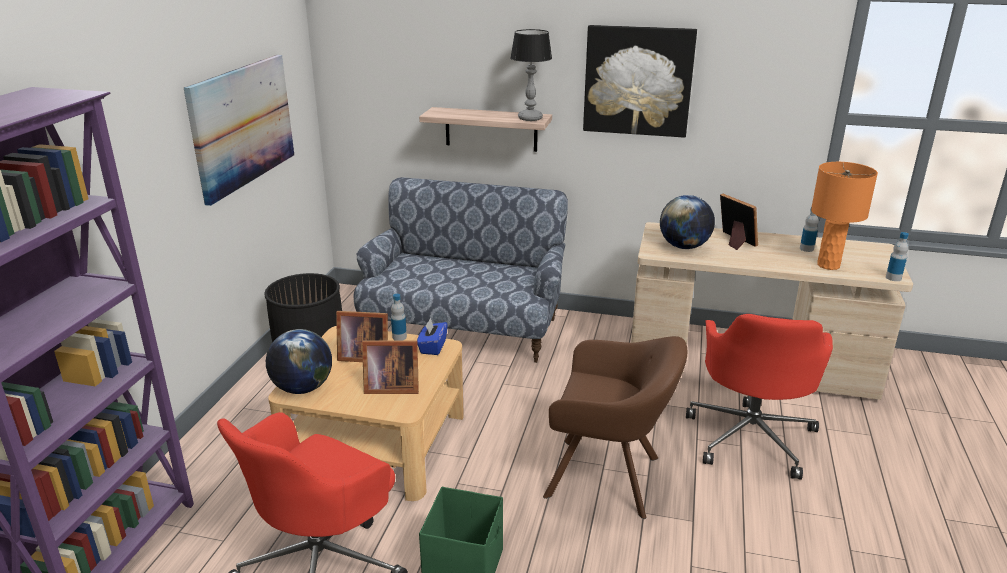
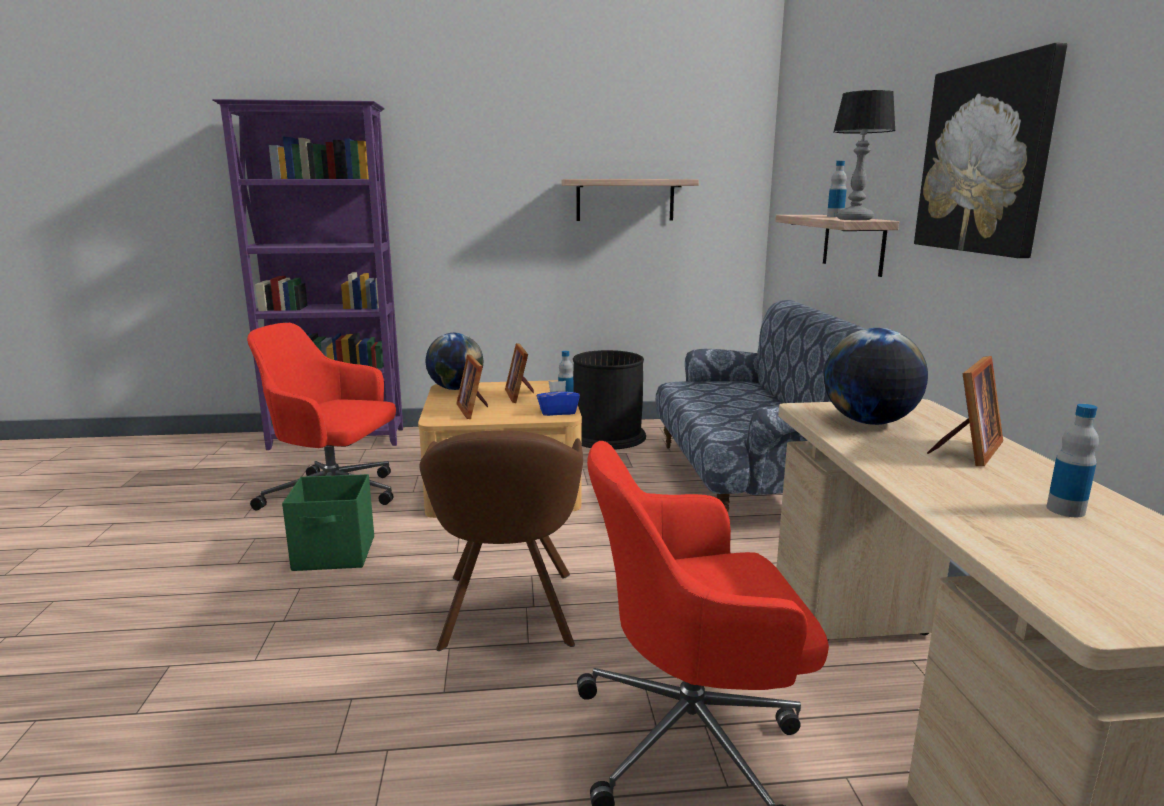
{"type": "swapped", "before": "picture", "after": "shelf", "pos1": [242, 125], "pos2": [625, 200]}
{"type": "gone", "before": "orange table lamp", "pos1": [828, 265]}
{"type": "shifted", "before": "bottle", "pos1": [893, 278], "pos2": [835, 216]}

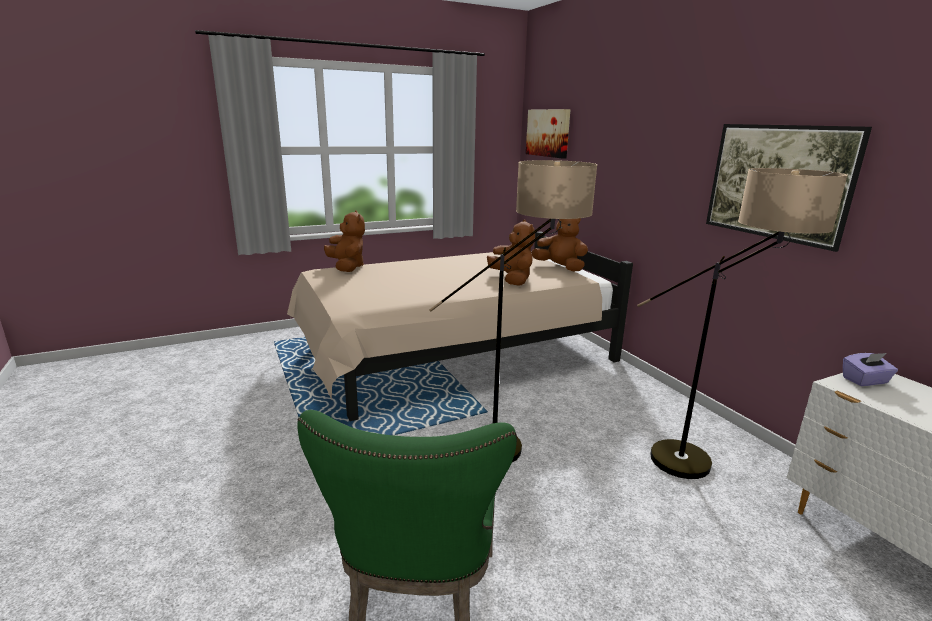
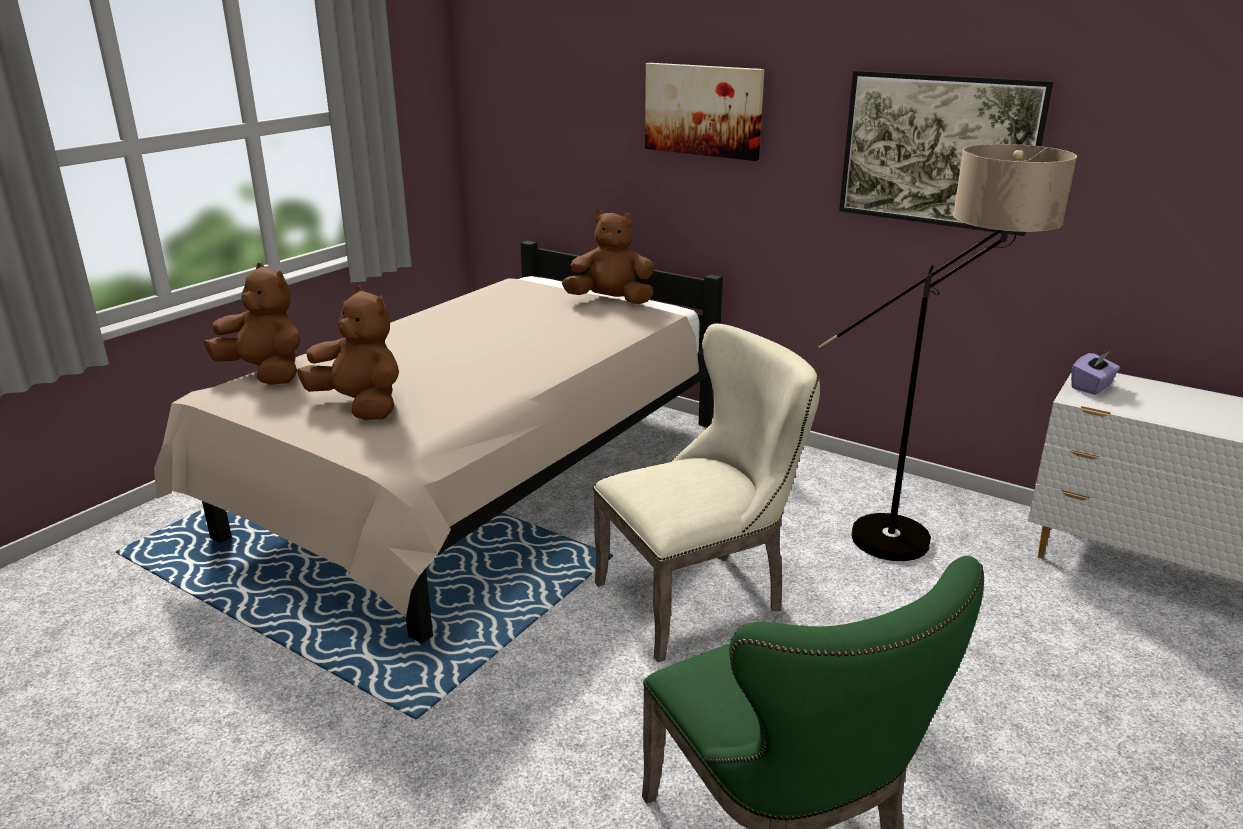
{"type": "swapped", "before": "floor lamp", "after": "beige chair", "pos1": [516, 450], "pos2": [700, 596]}
{"type": "shifted", "before": "brown plush toy", "pos1": [512, 280], "pos2": [360, 406]}
{"type": "shifted", "before": "picture", "pos1": [548, 133], "pos2": [703, 110]}

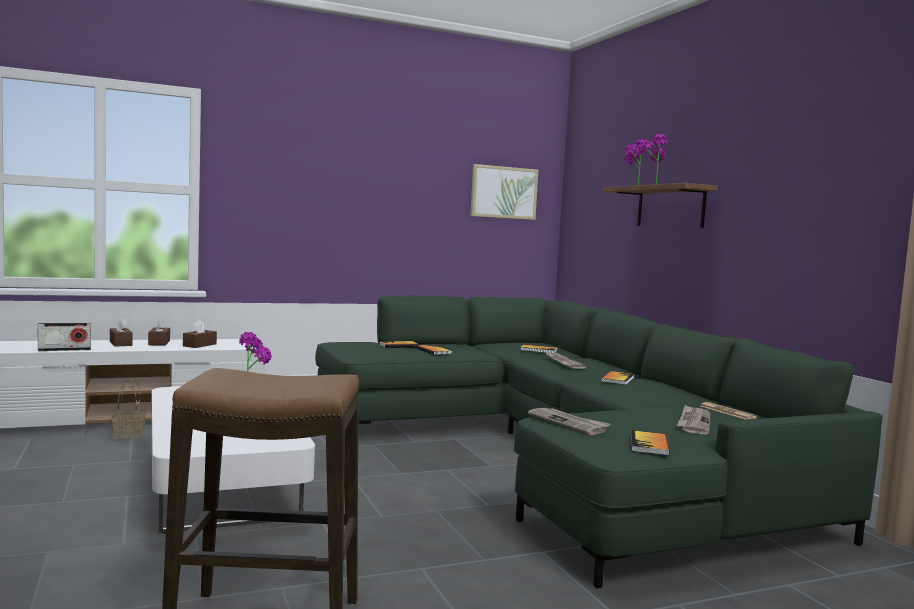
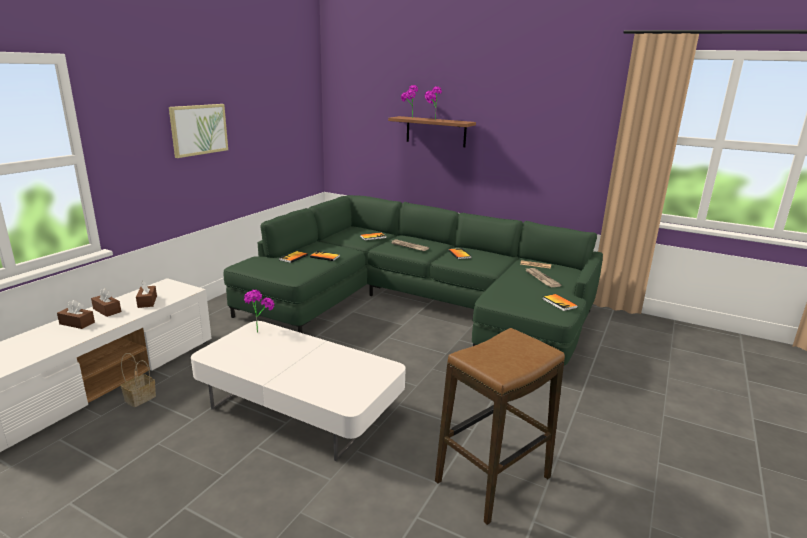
{"type": "gone", "before": "radio", "pos1": [64, 350]}
{"type": "shifted", "before": "picture", "pos1": [503, 192], "pos2": [199, 129]}
{"type": "gone", "before": "newspaper", "pos1": [569, 423]}

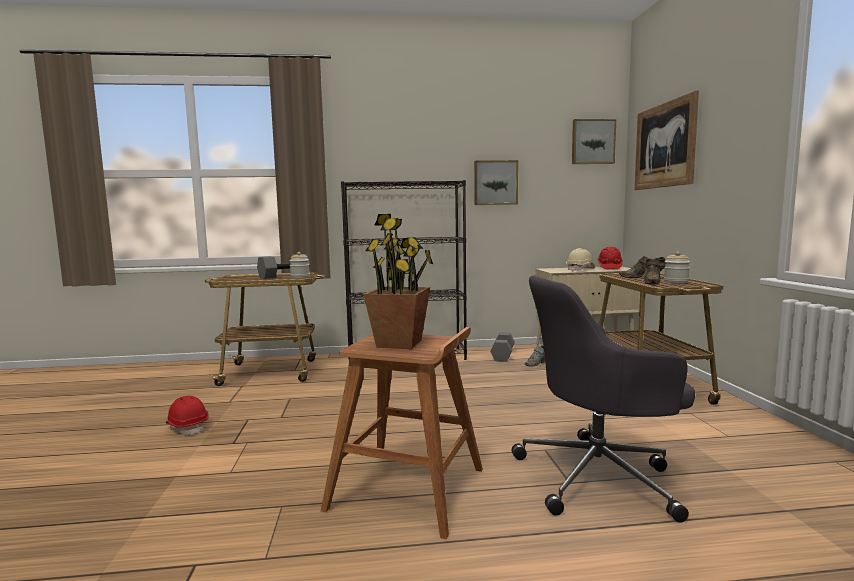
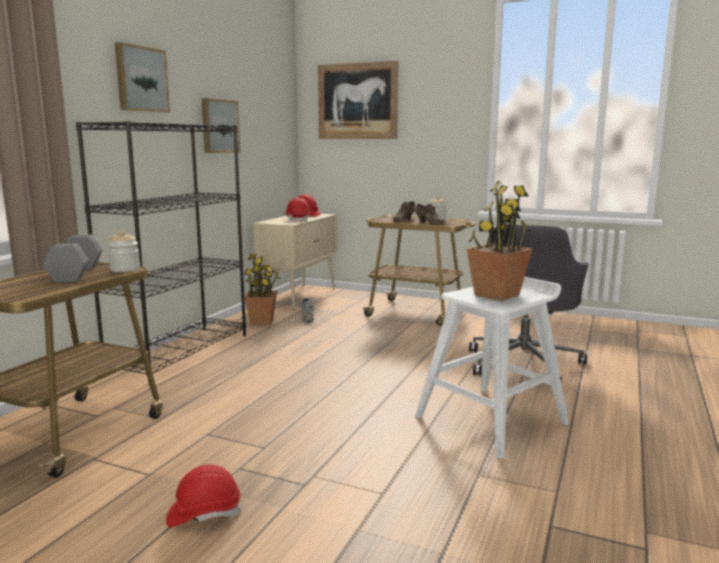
{"type": "repainted", "before": "brown stool", "after": "white stool", "pos1": [409, 489], "pos2": [492, 419]}
{"type": "swapped", "before": "grey dumbbell", "after": "potted plant", "pos1": [502, 355], "pos2": [262, 322]}
{"type": "repainted", "before": "beige hard hat", "after": "red hard hat", "pos1": [580, 270], "pos2": [298, 219]}
{"type": "shifted", "before": "picture", "pos1": [592, 142], "pos2": [140, 79]}

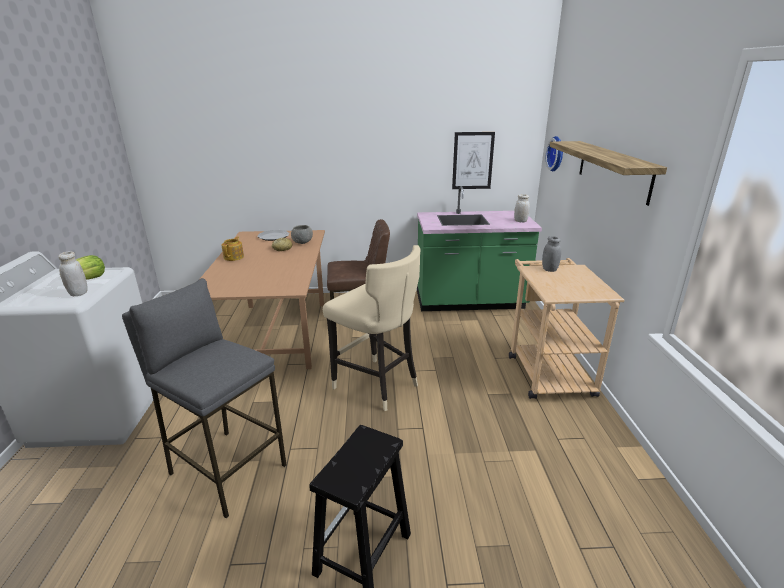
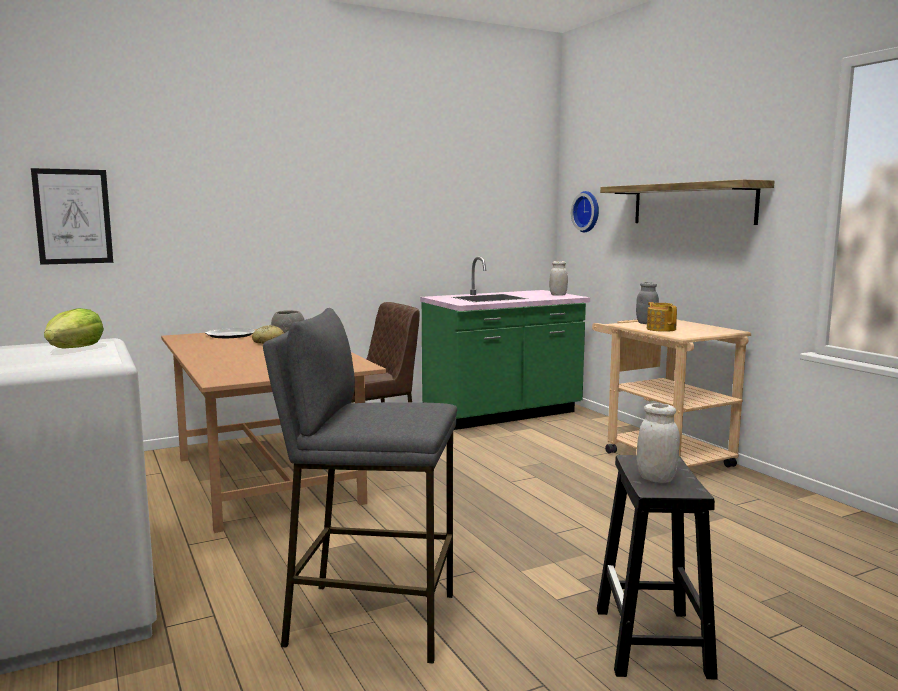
{"type": "shifted", "before": "white jar", "pos1": [78, 293], "pos2": [656, 479]}
{"type": "shifted", "before": "teapot", "pos1": [234, 257], "pos2": [661, 329]}
{"type": "gone", "before": "beige stool", "pos1": [377, 385]}
{"type": "shifted", "before": "picture", "pos1": [472, 161], "pos2": [73, 216]}

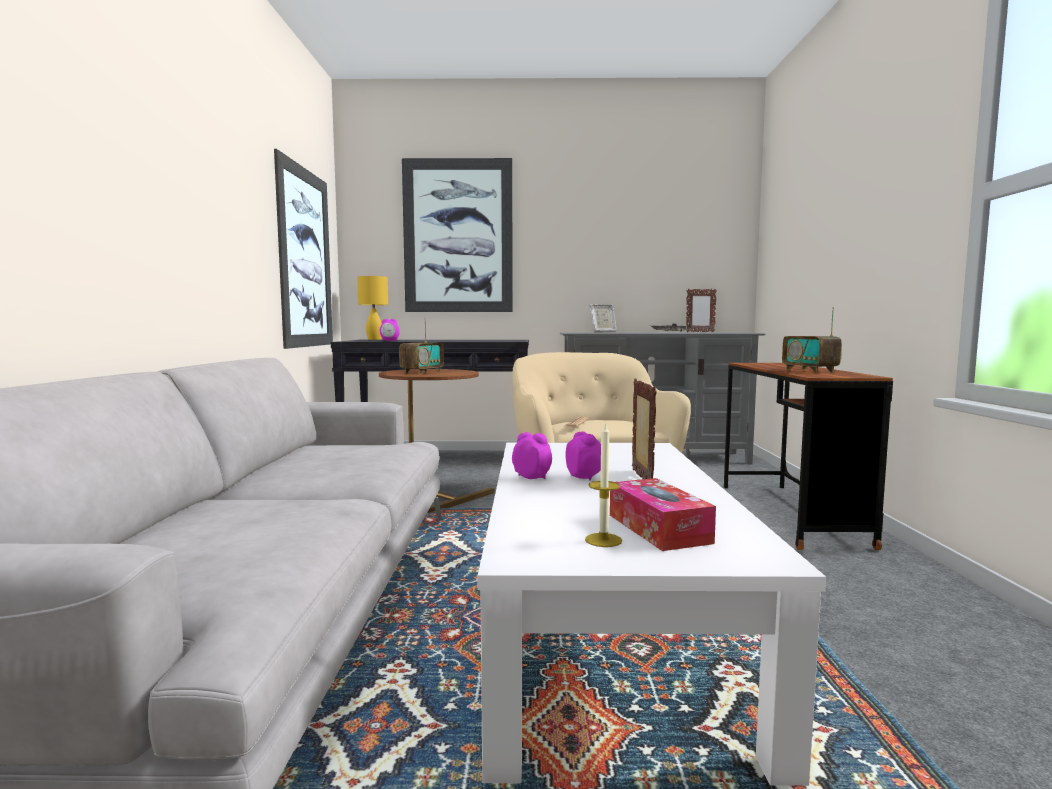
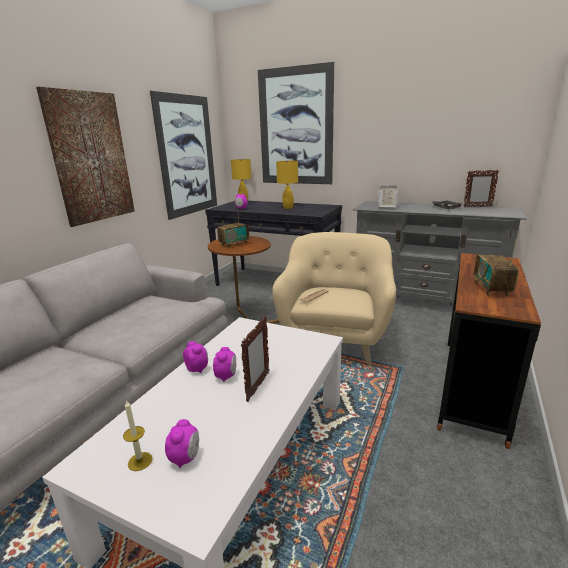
{"type": "swapped", "before": "tissue box", "after": "alarm clock", "pos1": [658, 528], "pos2": [185, 458]}
{"type": "new", "after": "picture", "pos2": [91, 158]}
{"type": "new", "after": "yellow table lamp", "pos2": [288, 208]}

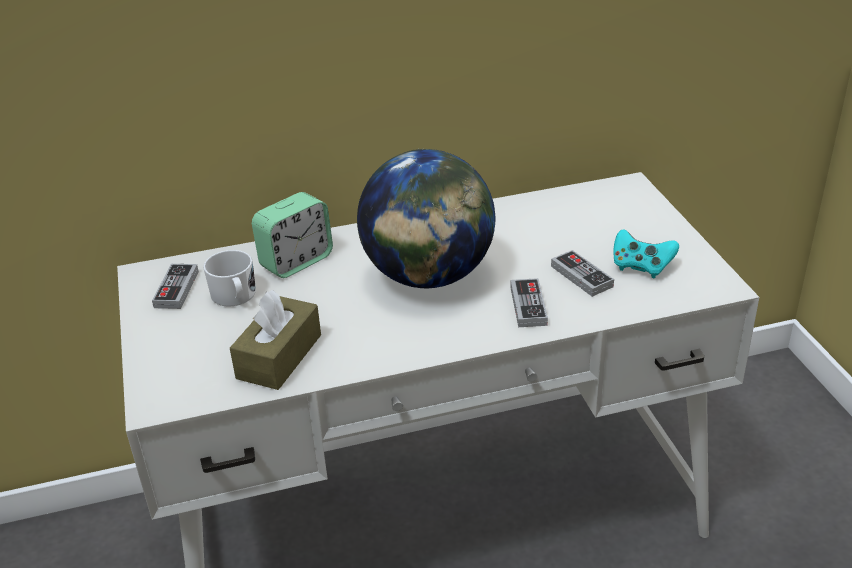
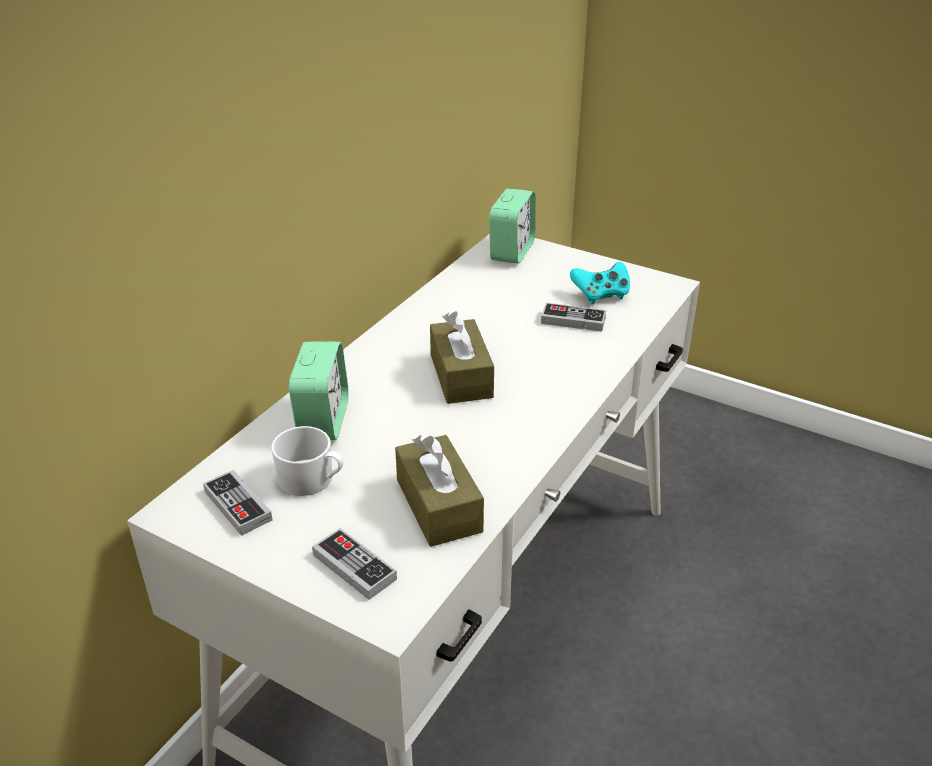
{"type": "swapped", "before": "globe", "after": "brown tissue box", "pos1": [428, 277], "pos2": [461, 376]}
{"type": "shifted", "before": "game controller", "pos1": [528, 306], "pos2": [354, 567]}
{"type": "new", "after": "alarm clock", "pos2": [512, 251]}

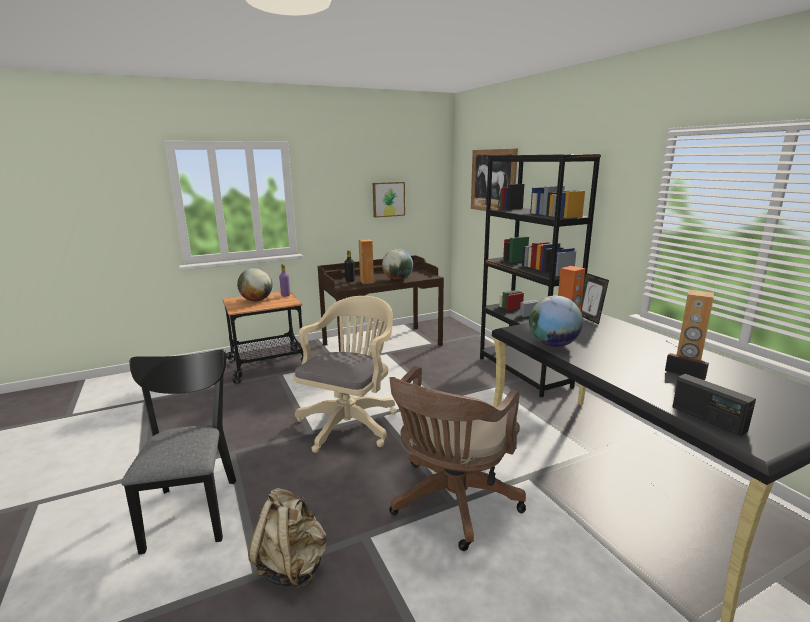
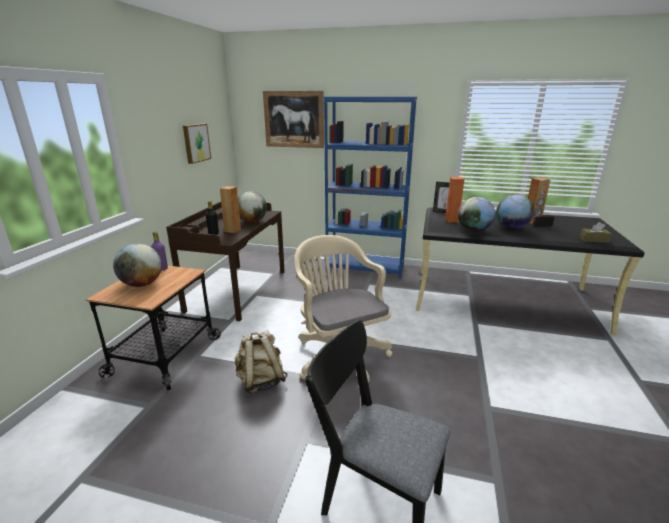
{"type": "shifted", "before": "beige backpack", "pos1": [292, 566], "pos2": [261, 381]}
{"type": "gone", "before": "brown office chair", "pos1": [451, 503]}
{"type": "repainted", "before": "black bookcase", "after": "blue bookcase", "pos1": [523, 372], "pos2": [365, 268]}
{"type": "swapped", "before": "radio", "after": "brown tissue box", "pos1": [708, 419], "pos2": [593, 240]}
{"type": "new", "after": "globe", "pos2": [511, 228]}

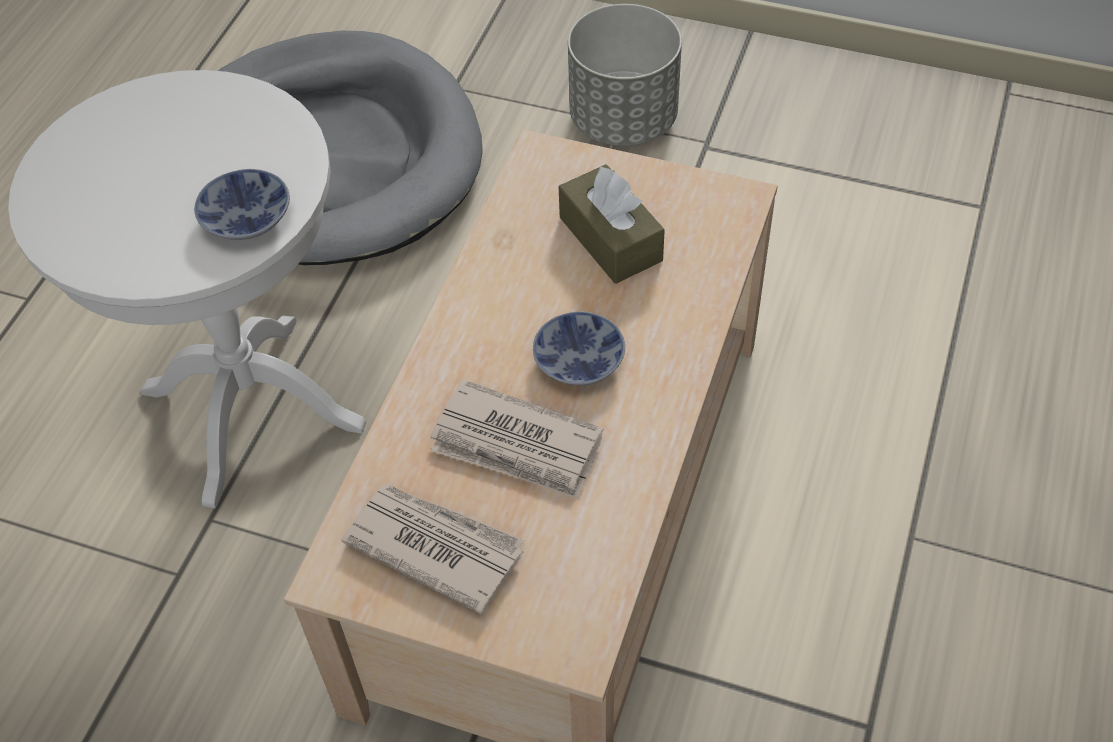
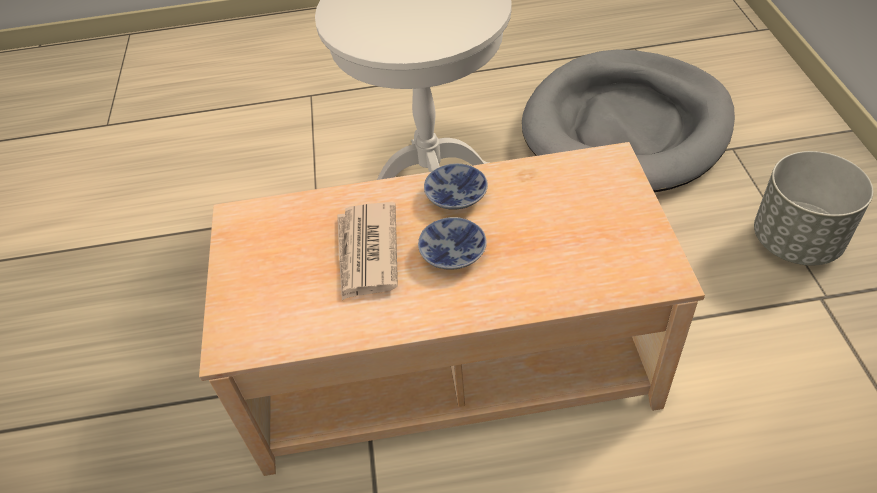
{"type": "shifted", "before": "bowl", "pos1": [250, 218], "pos2": [457, 197]}
{"type": "gone", "before": "newspaper", "pos1": [434, 546]}
{"type": "gone", "before": "brown tissue box", "pos1": [610, 239]}

